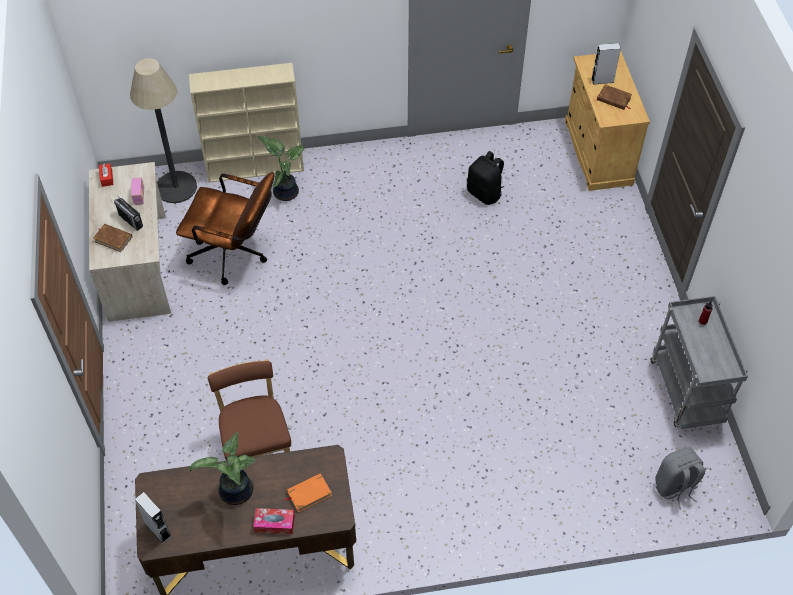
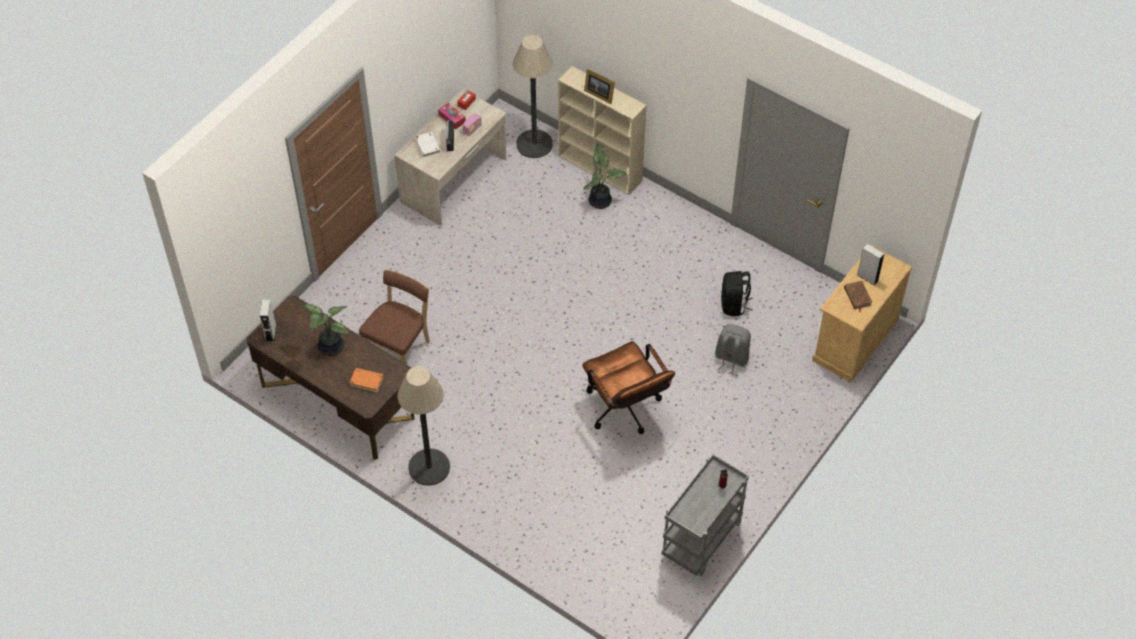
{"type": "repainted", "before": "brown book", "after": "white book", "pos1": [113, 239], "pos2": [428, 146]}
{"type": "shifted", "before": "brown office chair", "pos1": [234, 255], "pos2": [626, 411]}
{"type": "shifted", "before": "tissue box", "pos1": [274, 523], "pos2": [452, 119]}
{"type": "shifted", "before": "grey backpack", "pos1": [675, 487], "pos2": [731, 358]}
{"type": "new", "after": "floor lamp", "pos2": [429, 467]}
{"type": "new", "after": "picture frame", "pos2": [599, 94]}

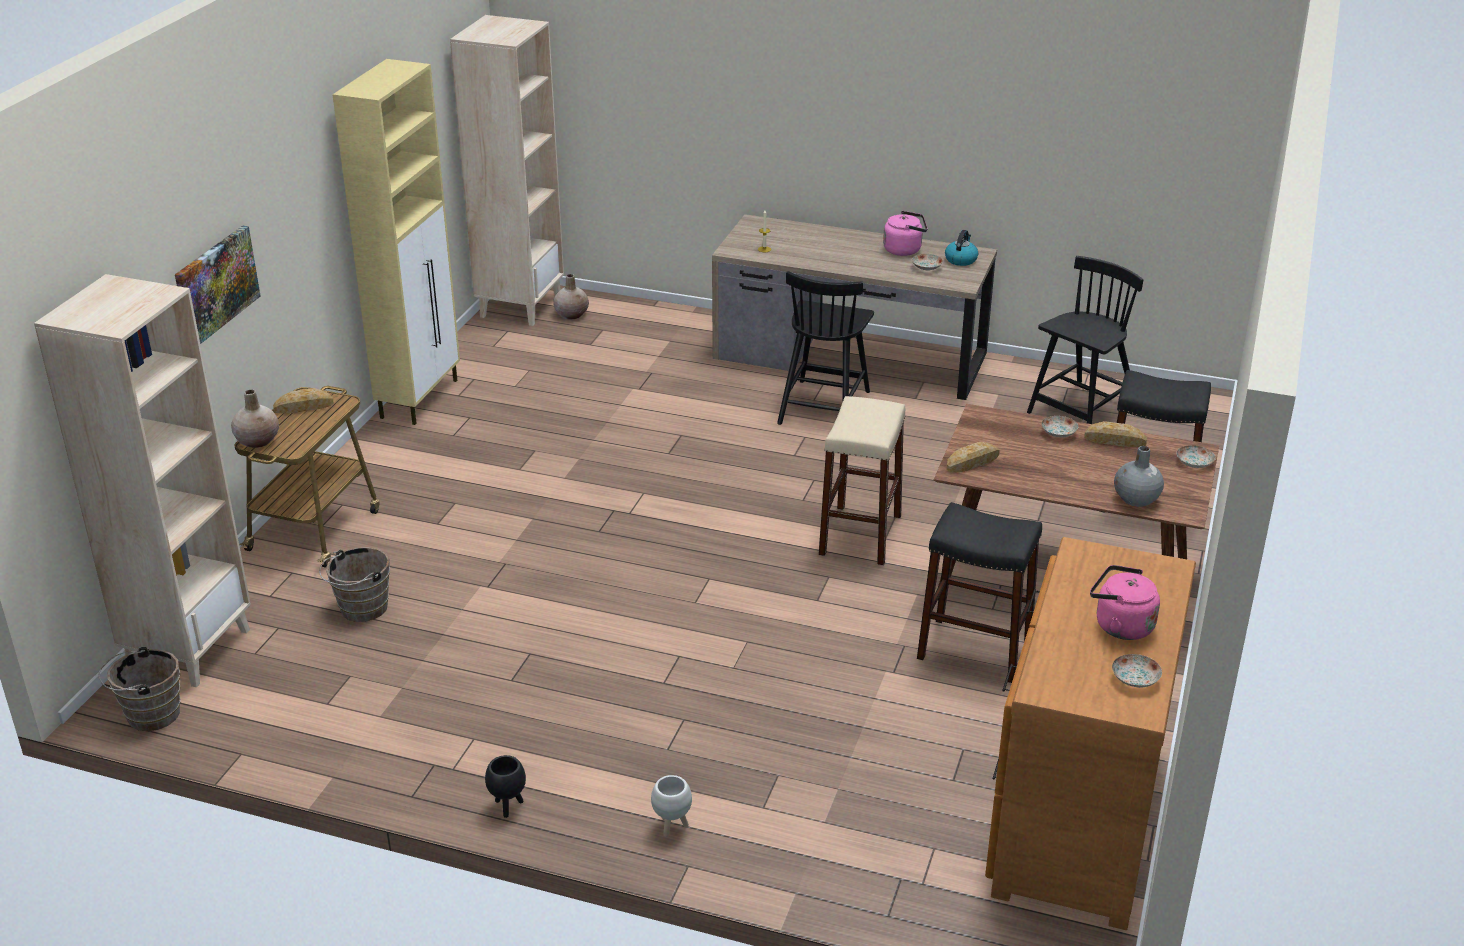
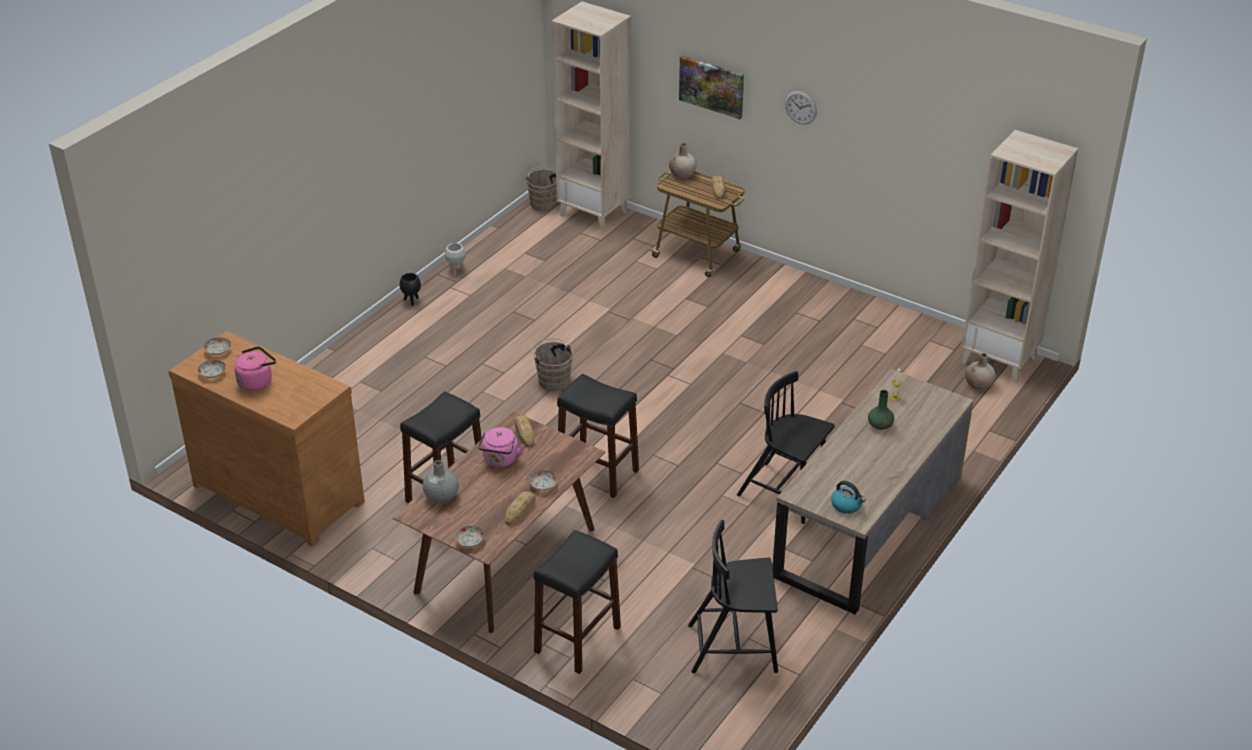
{"type": "shifted", "before": "brown bucket", "pos1": [360, 609], "pos2": [553, 380]}
{"type": "gone", "before": "beige cabinet", "pos1": [420, 398]}
{"type": "shifted", "before": "white planter", "pos1": [671, 827], "pos2": [456, 271]}
{"type": "repainted", "before": "beige stool", "after": "black stool", "pos1": [860, 535], "pos2": [598, 472]}
{"type": "shifted", "before": "pink kettle", "pos1": [905, 250], "pos2": [500, 460]}
{"type": "shifted", "before": "plate", "pos1": [926, 267], "pos2": [218, 350]}
{"type": "rotated", "before": "black chair", "pos1": [1081, 410], "pos2": [734, 648], "turn": 120}
{"type": "new", "after": "wall clock", "pos2": [800, 107]}
{"type": "new", "after": "green vase", "pos2": [880, 425]}

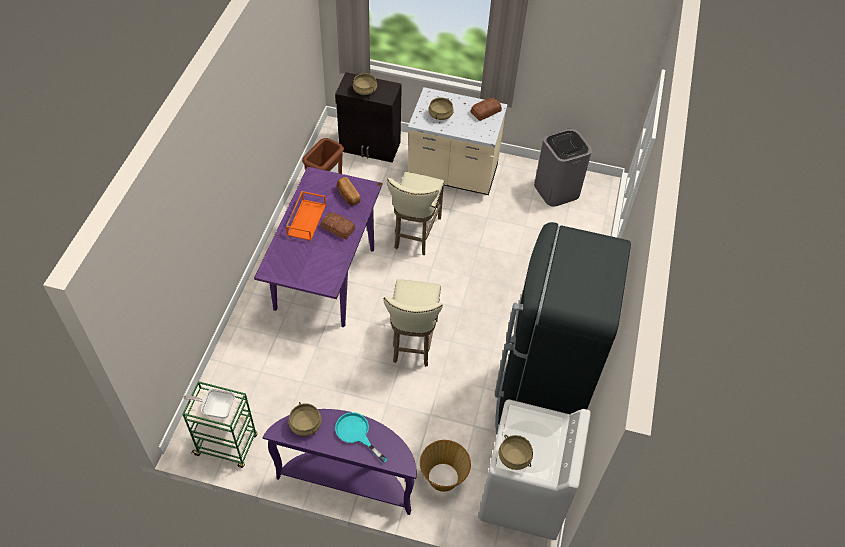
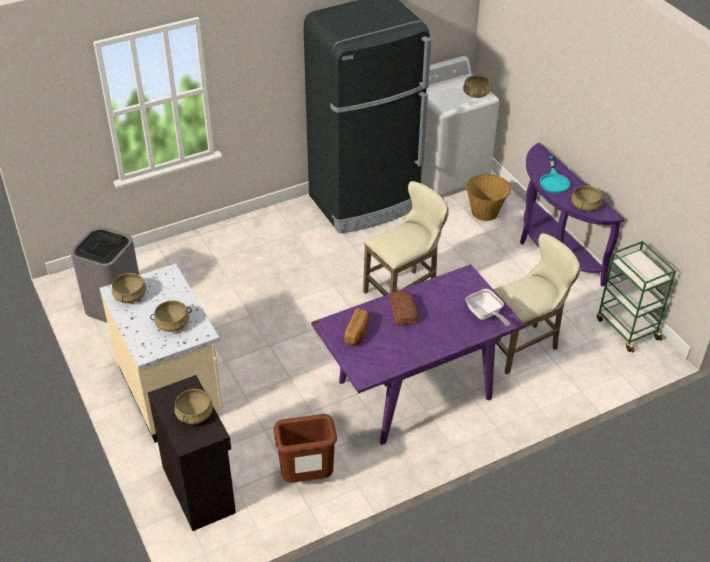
{"type": "shifted", "before": "frying pan", "pos1": [216, 408], "pos2": [485, 315]}
{"type": "gone", "before": "orange tray", "pos1": [306, 219]}
{"type": "shifted", "before": "beige stool", "pos1": [415, 235], "pos2": [523, 346]}
{"type": "swapped", "before": "bread", "after": "beige cooking pot", "pos1": [485, 111], "pos2": [130, 296]}

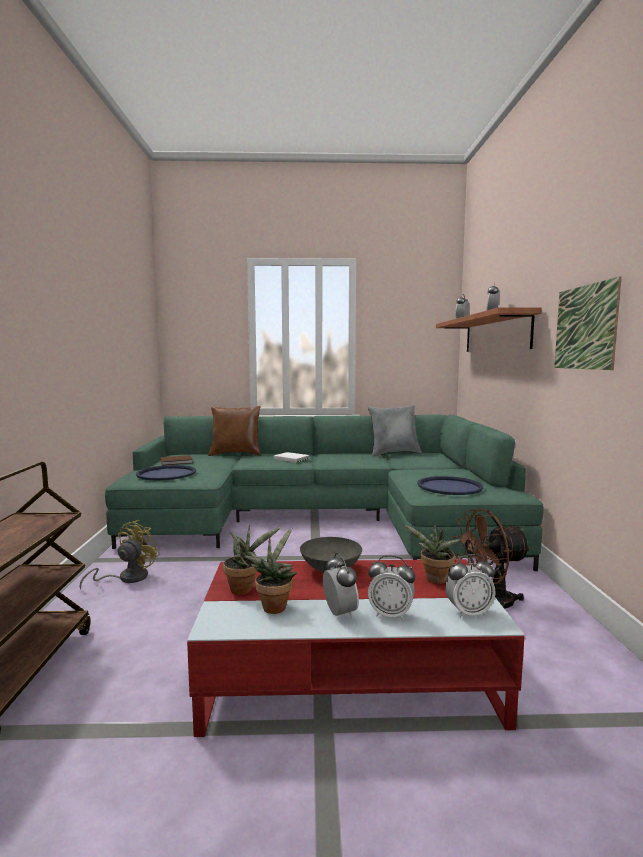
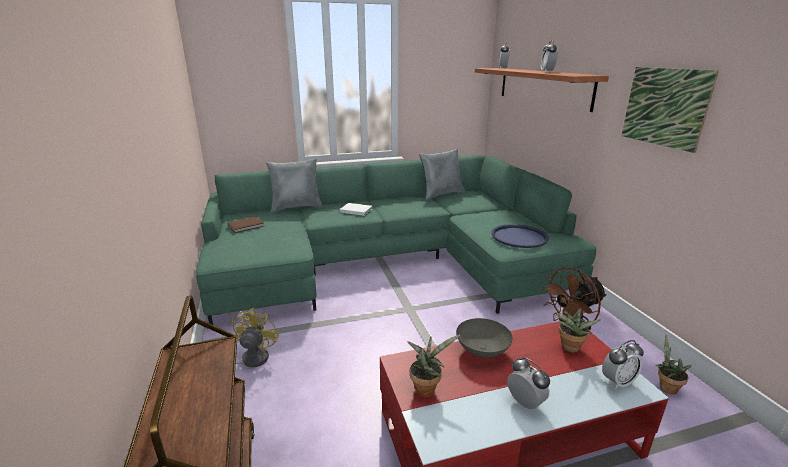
{"type": "gone", "before": "blue tray", "pos1": [166, 474]}
{"type": "repainted", "before": "brown pillow", "after": "grey pillow", "pos1": [236, 454], "pos2": [297, 207]}
{"type": "shifted", "before": "potted plant", "pos1": [274, 606], "pos2": [665, 387]}
{"type": "gone", "before": "alarm clock", "pos1": [390, 614]}

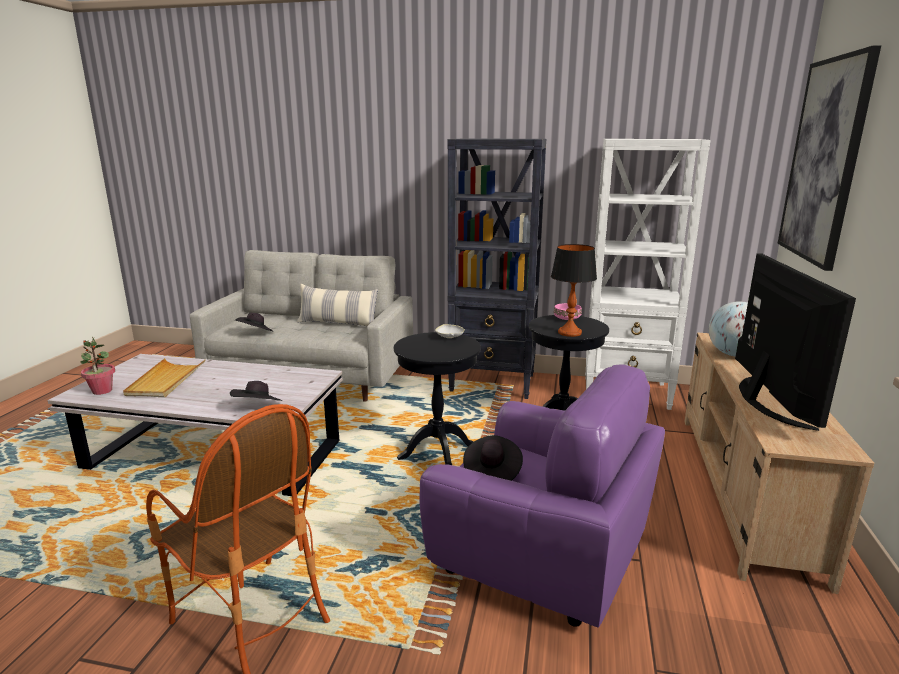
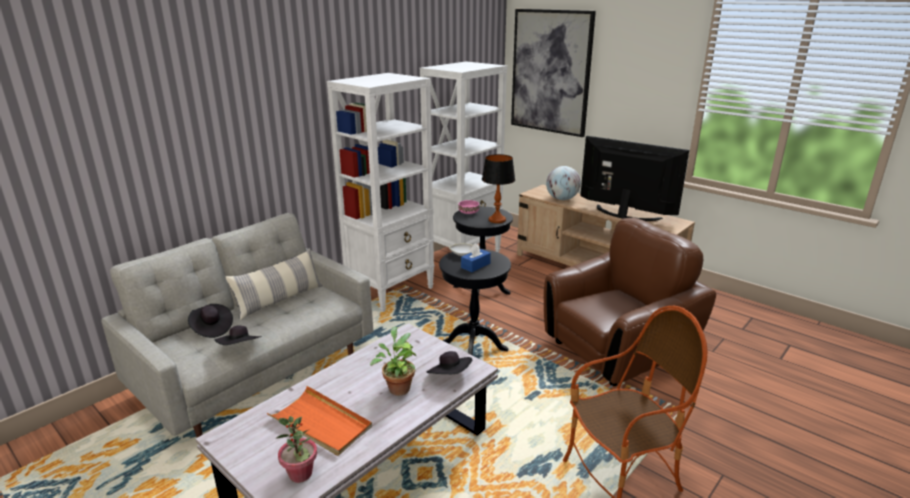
{"type": "repainted", "before": "beige tray", "after": "orange tray", "pos1": [166, 381], "pos2": [321, 423]}
{"type": "repainted", "before": "purple armchair", "after": "brown armchair", "pos1": [541, 556], "pos2": [617, 350]}
{"type": "repainted", "before": "black bookcase", "after": "white bookcase", "pos1": [493, 383], "pos2": [391, 291]}
{"type": "shifted", "before": "black hat", "pos1": [491, 473], "pos2": [211, 328]}
{"type": "new", "after": "potted plant", "pos2": [398, 387]}
{"type": "new", "after": "blue tissue box", "pos2": [475, 265]}

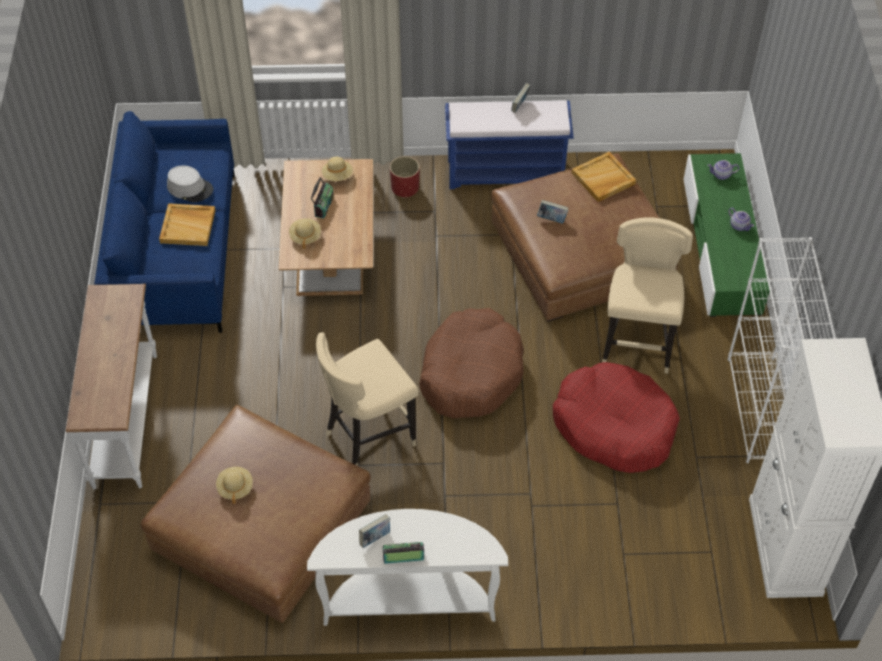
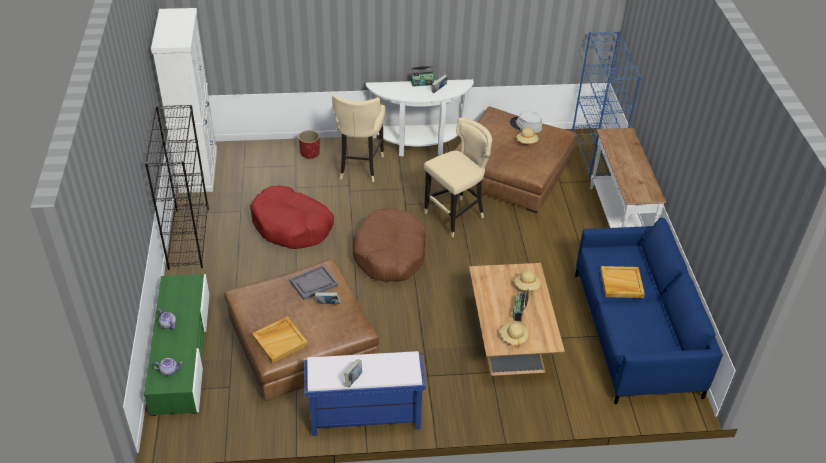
{"type": "shifted", "before": "grey hat", "pos1": [190, 188], "pos2": [525, 125]}
{"type": "shifted", "before": "red planter", "pos1": [405, 188], "pos2": [310, 153]}
{"type": "shifted", "before": "beige stool", "pos1": [637, 343], "pos2": [359, 167]}
{"type": "repainted", "before": "white bookcase", "after": "black bookcase", "pos1": [761, 410], "pos2": [188, 238]}
{"type": "new", "after": "grey tray", "pos2": [313, 283]}
{"type": "new", "after": "blue bookcase", "pos2": [595, 154]}

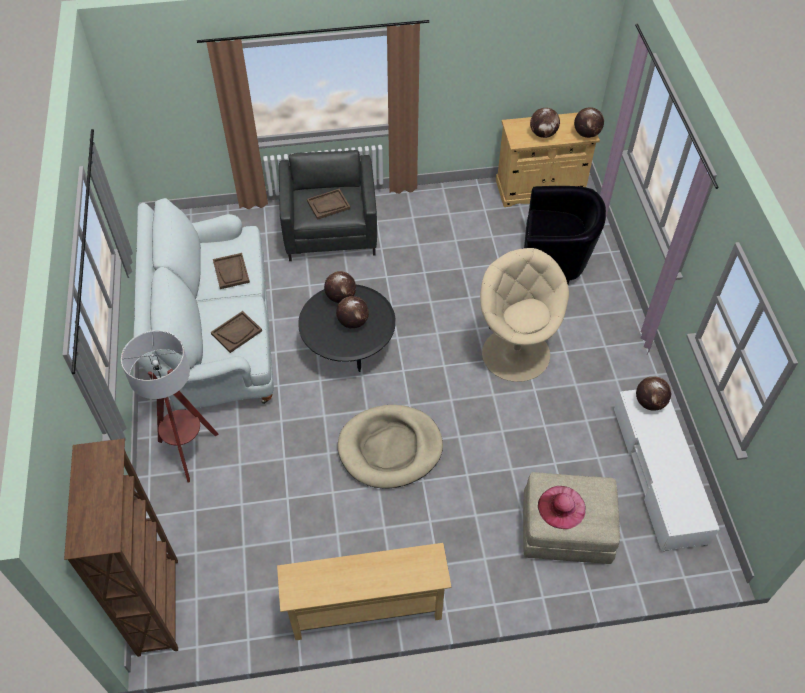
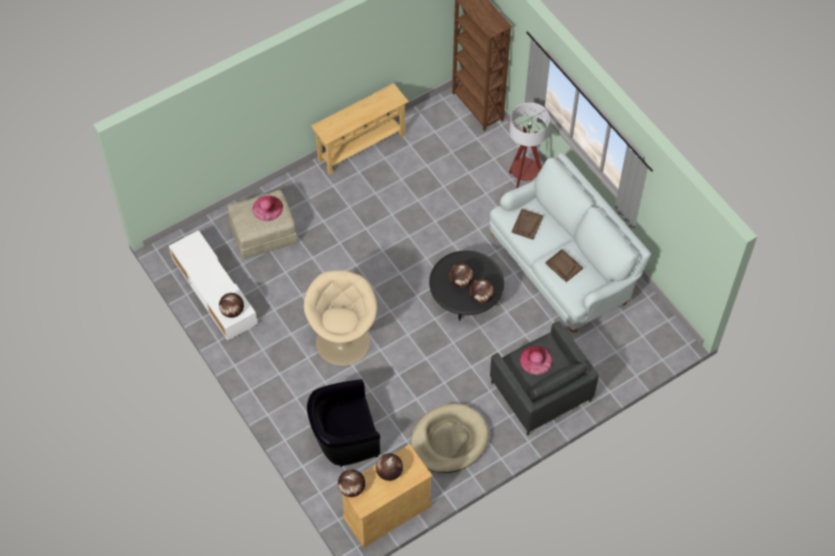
{"type": "swapped", "before": "brown tray", "after": "pink hat", "pos1": [328, 205], "pos2": [536, 360]}
{"type": "shifted", "before": "beige dog bed", "pos1": [390, 448], "pos2": [449, 440]}
{"type": "rotated", "before": "beige armchair", "pos1": [515, 352], "pos2": [343, 341], "turn": -120}

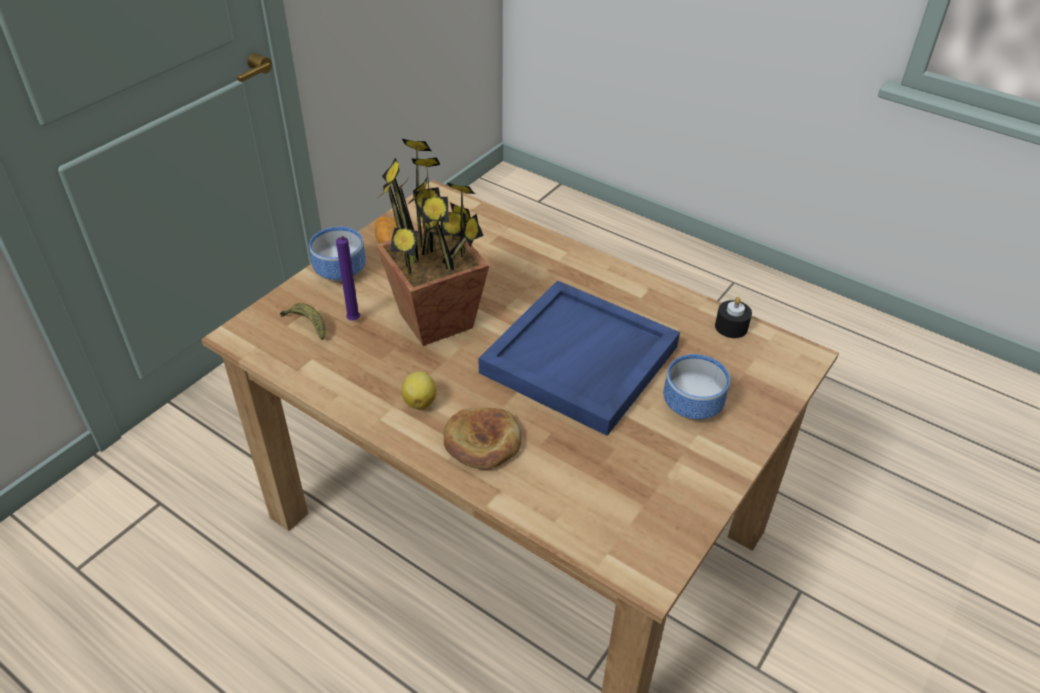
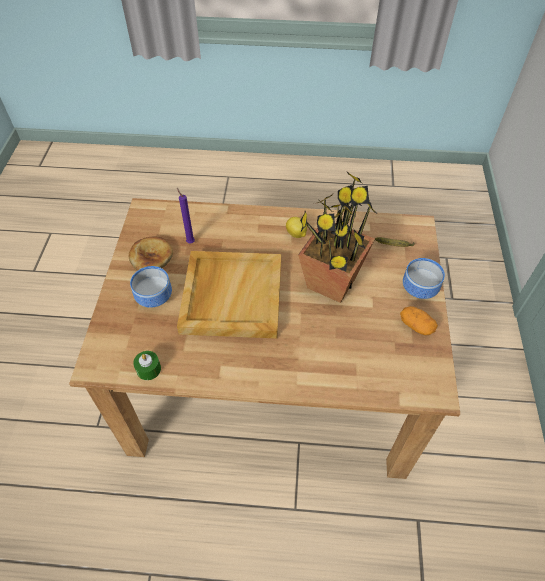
{"type": "shifted", "before": "purple candle", "pos1": [353, 321], "pos2": [190, 241]}
{"type": "shifted", "before": "bread", "pos1": [482, 441], "pos2": [151, 256]}
{"type": "repainted", "before": "blue tray", "after": "beige tray", "pos1": [580, 361], "pos2": [231, 295]}
{"type": "repainted", "before": "black candle", "after": "green candle", "pos1": [731, 327], "pos2": [148, 369]}

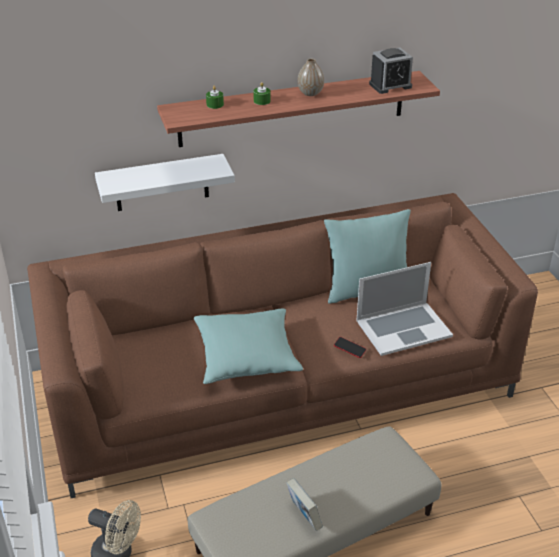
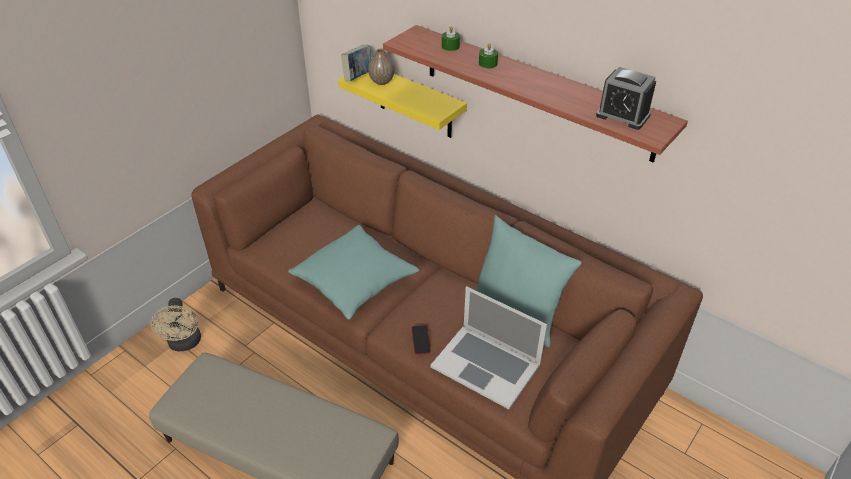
{"type": "repainted", "before": "white shelf", "after": "yellow shelf", "pos1": [161, 183], "pos2": [415, 102]}
{"type": "shifted", "before": "book", "pos1": [304, 516], "pos2": [358, 77]}
{"type": "shifted", "before": "vase", "pos1": [310, 93], "pos2": [381, 81]}

